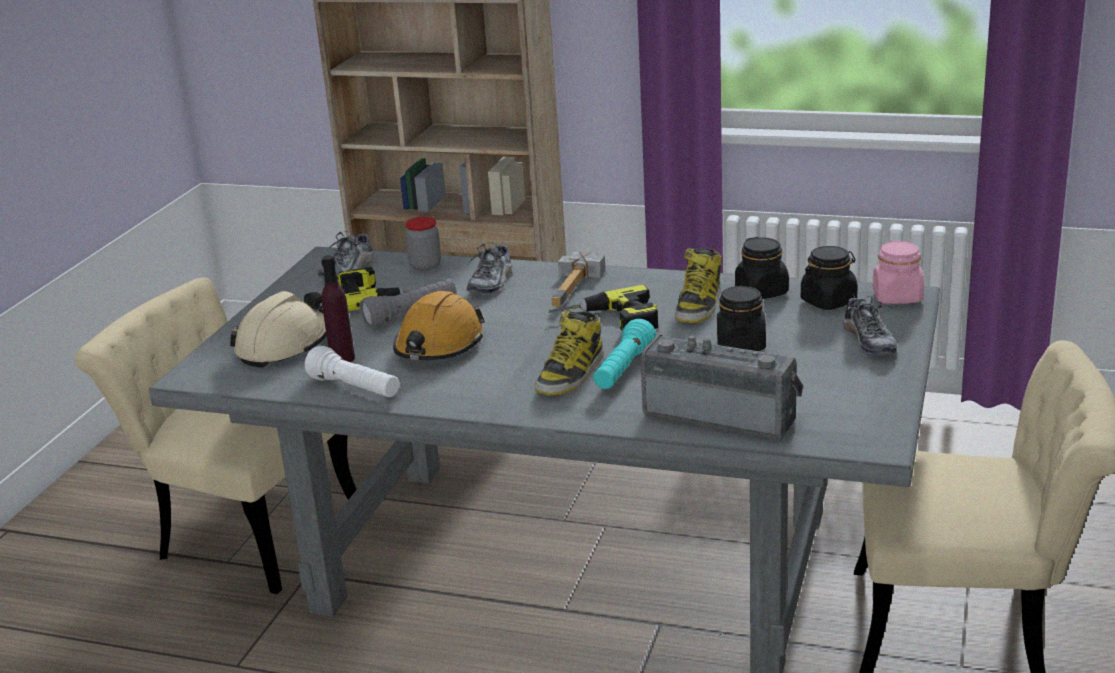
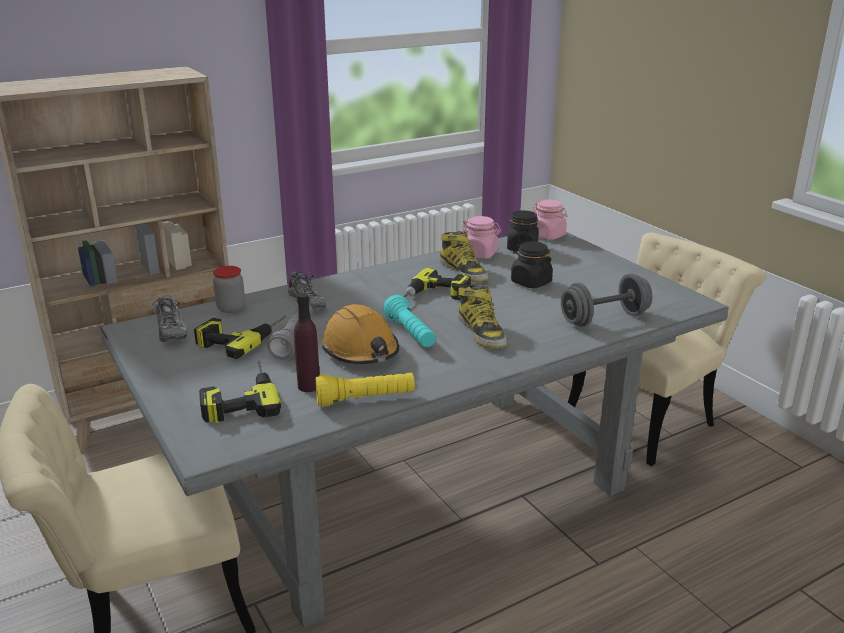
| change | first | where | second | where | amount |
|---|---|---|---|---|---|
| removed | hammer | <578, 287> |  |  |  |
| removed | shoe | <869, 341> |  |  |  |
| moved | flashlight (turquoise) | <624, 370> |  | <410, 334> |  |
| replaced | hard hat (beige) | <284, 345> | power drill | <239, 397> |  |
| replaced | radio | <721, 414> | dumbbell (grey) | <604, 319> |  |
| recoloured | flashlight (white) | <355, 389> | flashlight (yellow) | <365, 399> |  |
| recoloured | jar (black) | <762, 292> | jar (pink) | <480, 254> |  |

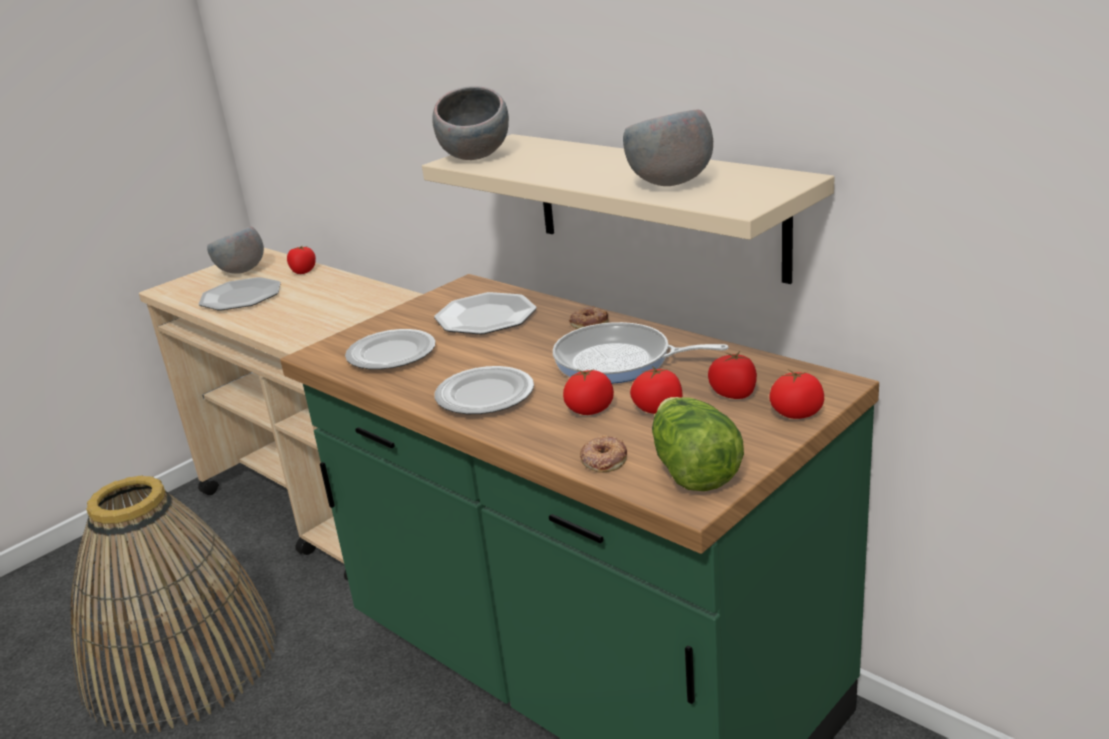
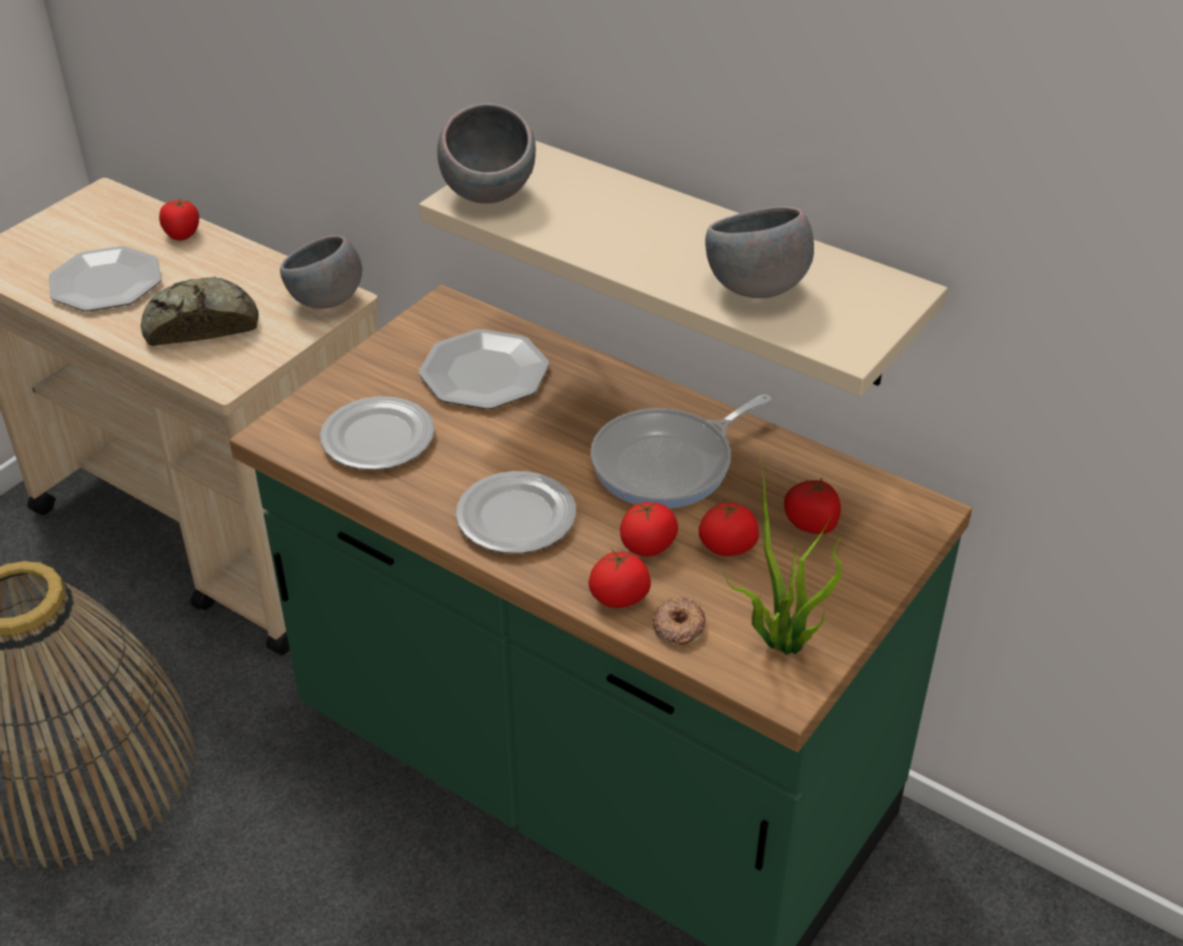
| change | first | where | second | where | amount |
|---|---|---|---|---|---|
| removed | donut | <589, 322> |  |  |  |
| added |  |  | bread | <200, 323> |  |
| moved | bowl (grey) | <241, 272> |  | <326, 302> |  |
| moved | tomato | <796, 413> |  | <619, 597> |  |
| replaced | lettuce | <692, 469> | potted plant | <779, 642> |  |
| turned | frying pan | <619, 361> |  | <669, 463> | 45 degrees counterclockwise |

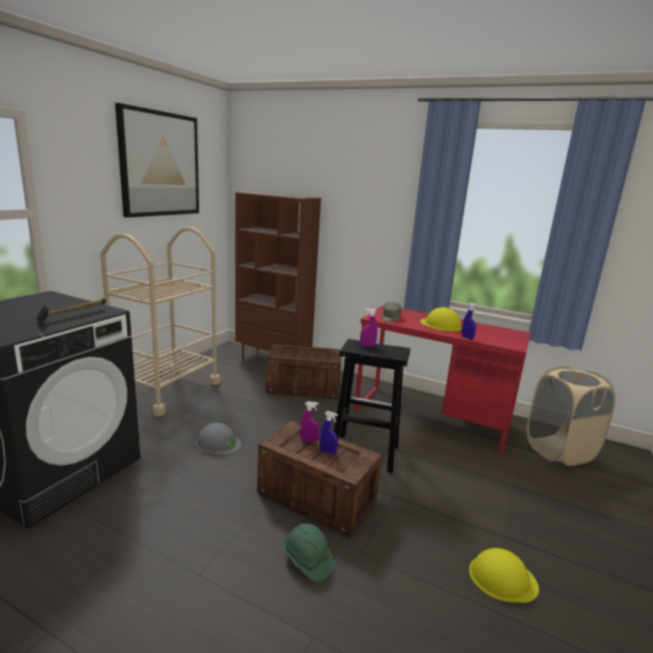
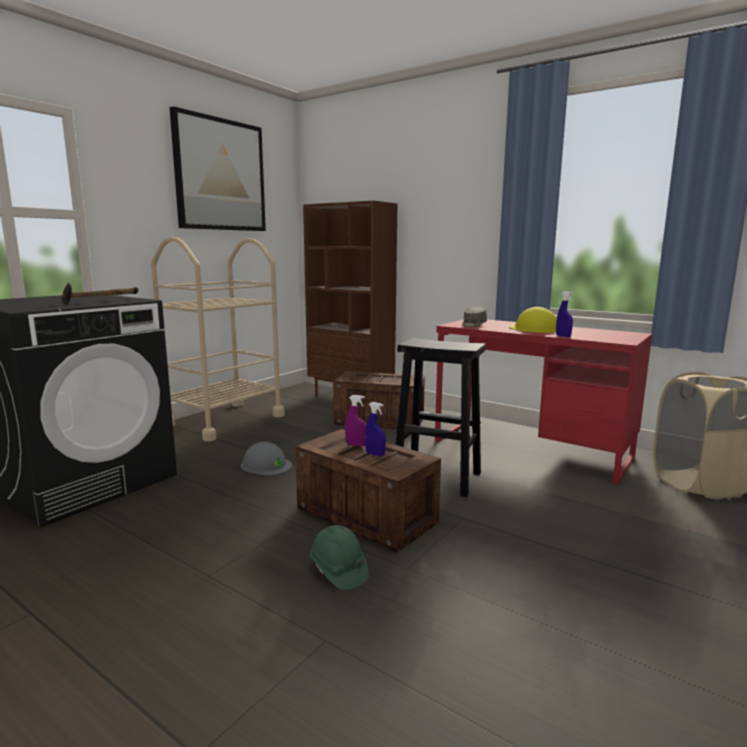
| change | first | where | second | where | amount |
|---|---|---|---|---|---|
| removed | spray bottle (purple) | <367, 345> |  |  |  |
| removed | hard hat (yellow) | <502, 578> |  |  |  |

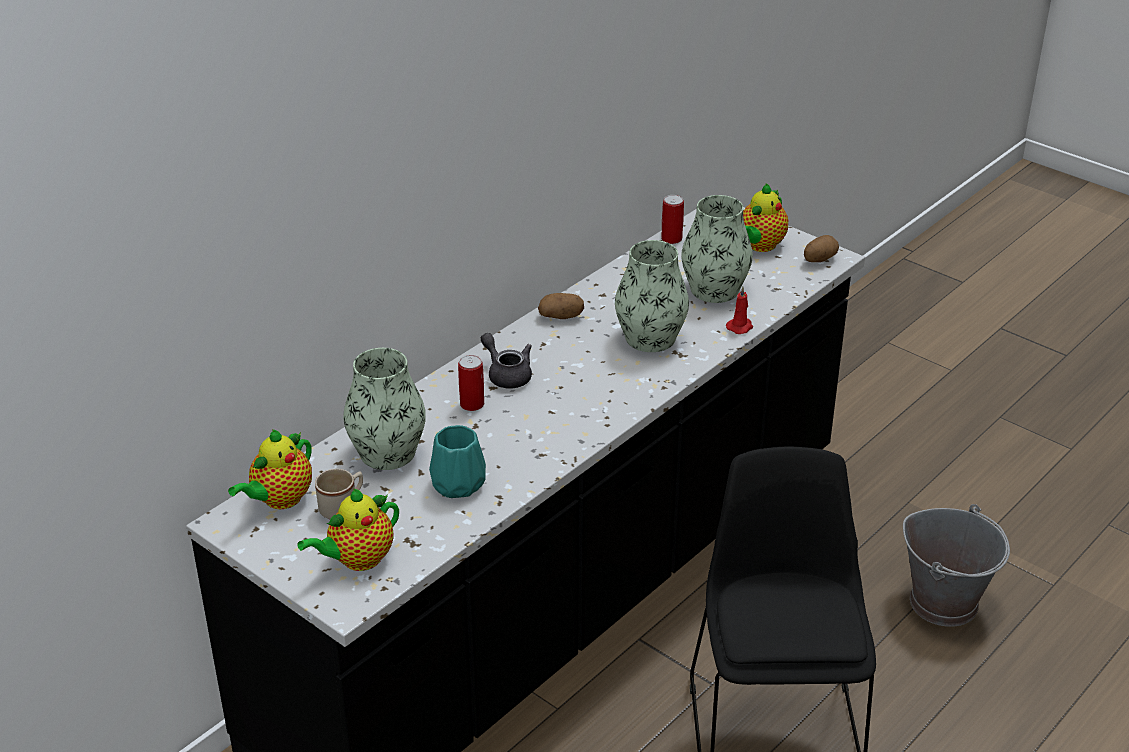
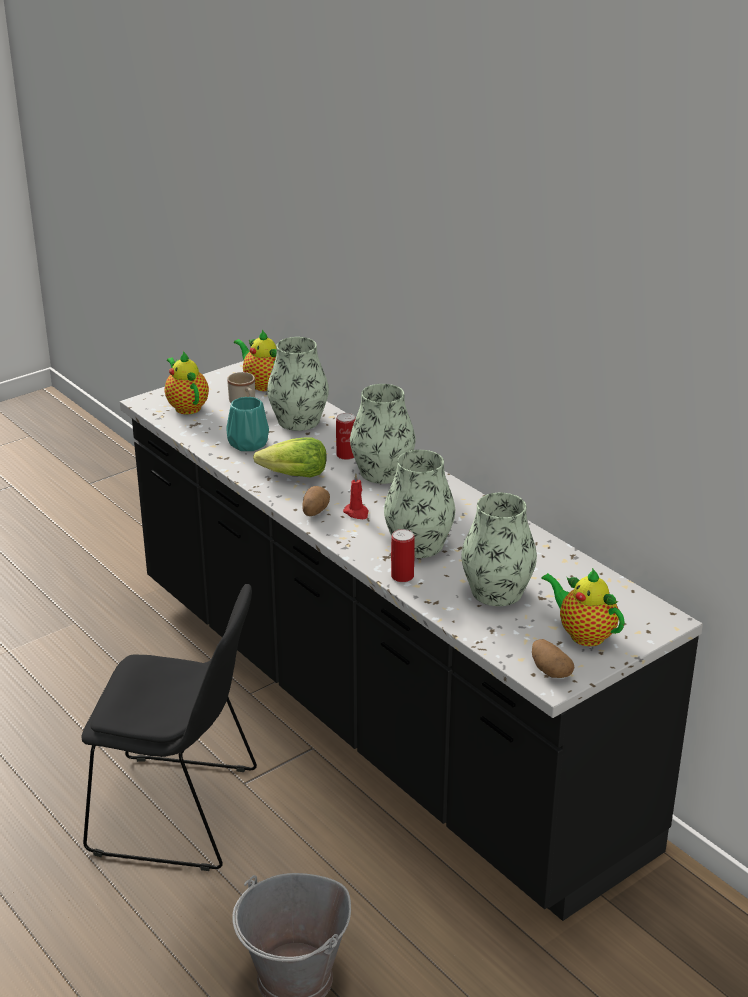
| change | first | where | second | where | amount |
|---|---|---|---|---|---|
| added |  |  | lettuce | <294, 476> |  |
| moved | potato | <561, 316> |  | <314, 511> |  |
| moved | can | <671, 239> |  | <402, 576> |  |
| moved | candle (red) | <740, 327> |  | <357, 513> |  |
| replaced | teapot (grey) | <507, 374> | vase | <382, 472> |  |

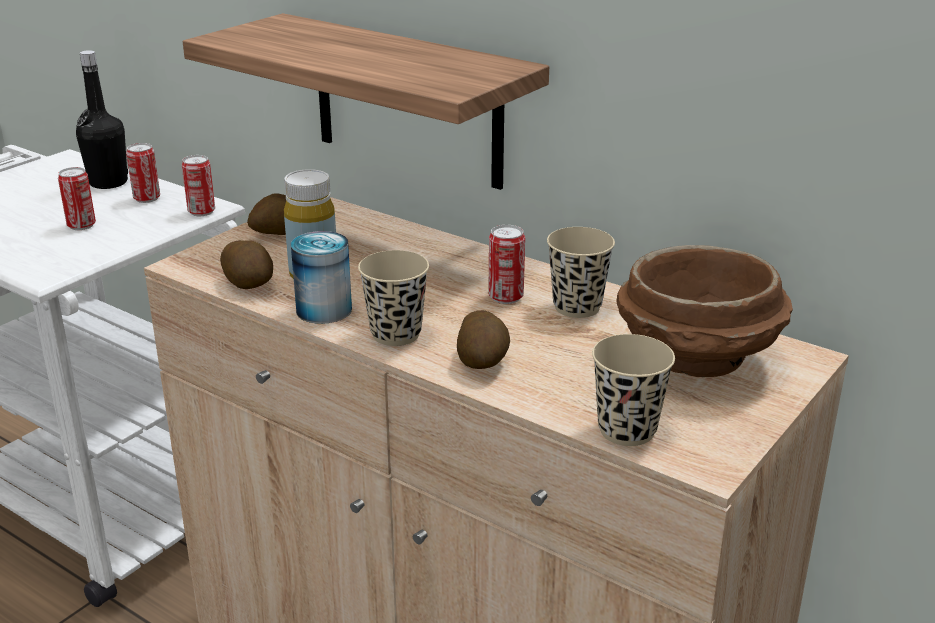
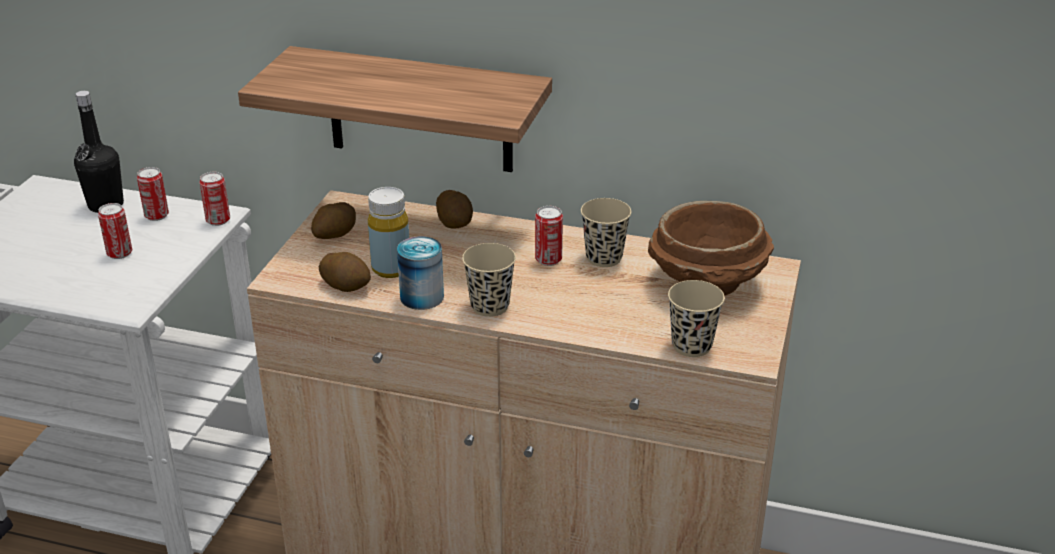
| change | first | where | second | where | amount |
|---|---|---|---|---|---|
| moved | potato | <483, 361> |  | <455, 223> |  |

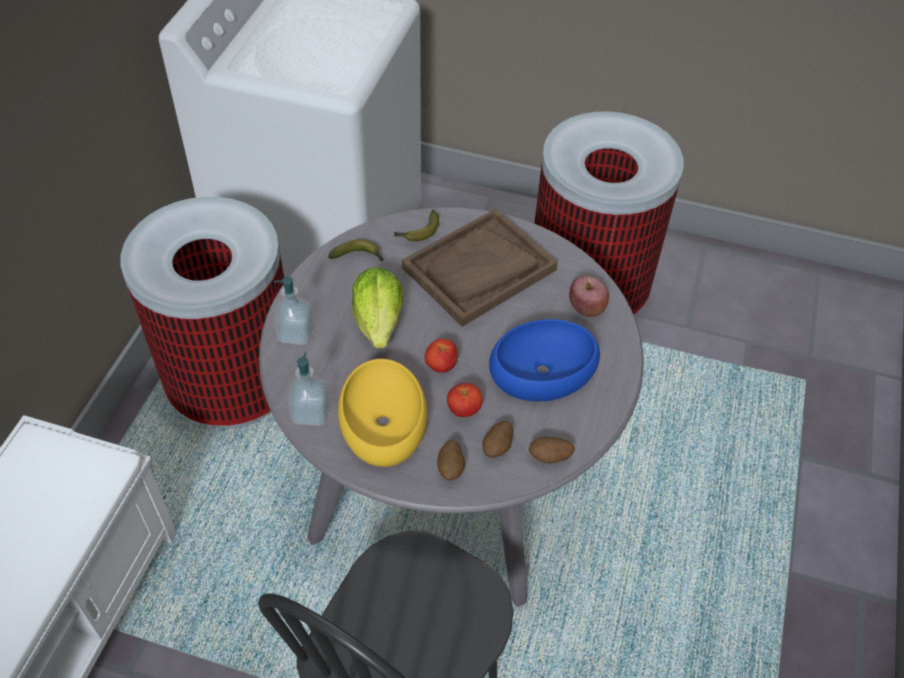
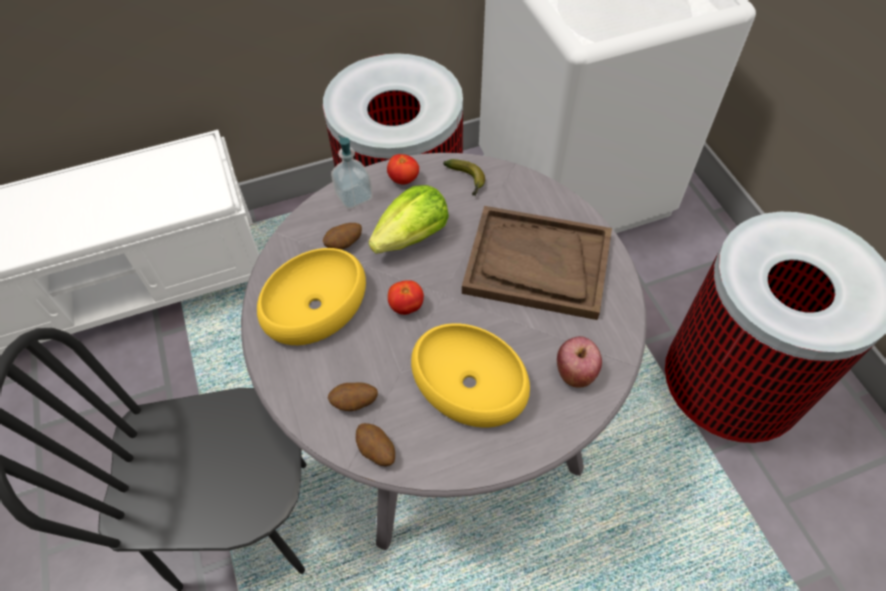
| change | first | where | second | where | amount |
|---|---|---|---|---|---|
| removed | soap dispenser | <311, 413> |  |  |  |
| removed | banana | <418, 232> |  |  |  |
| moved | potato | <451, 468> |  | <344, 244> |  |
| moved | tomato | <464, 409> |  | <403, 179> |  |
| recoloured | bowl (blue) | <543, 369> | bowl (yellow) | <470, 383> |  |

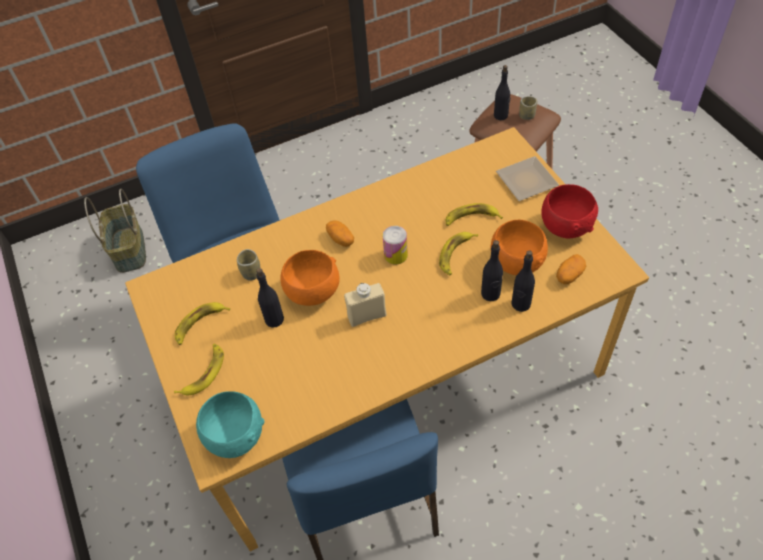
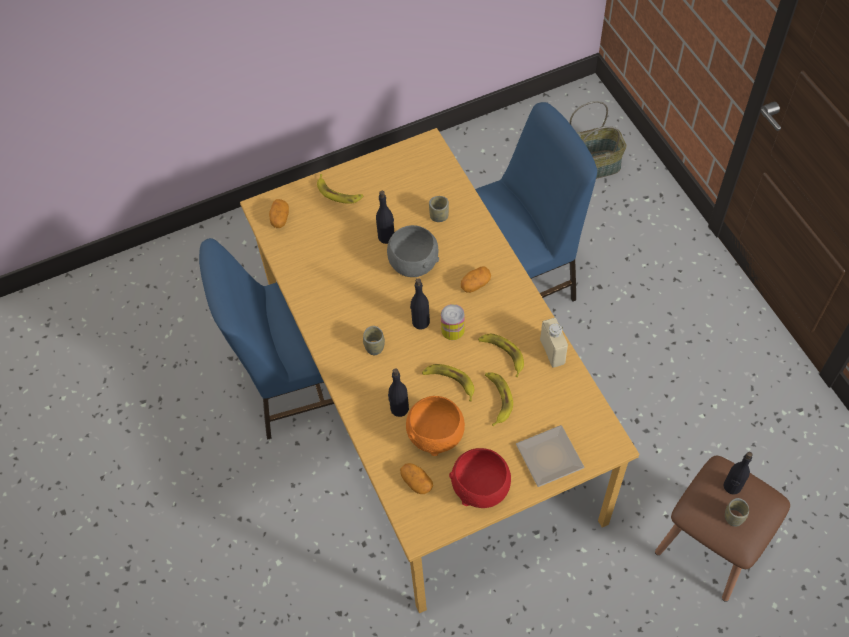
| change | first | where | second | where | amount |
|---|---|---|---|---|---|
| added |  |  | cup | <374, 347> |  |
| moved | banana | <200, 324> |  | <502, 354> |  |
| moved | bottle (beige) | <367, 316> |  | <552, 351> |  |
| moved | bottle (black) | <520, 304> |  | <420, 322> |  |
| replaced | bowl (turquoise) | <235, 435> | potato | <280, 218> |  |
| recoloured | bowl (orange) | <312, 292> | bowl (grey) | <413, 263> |  |

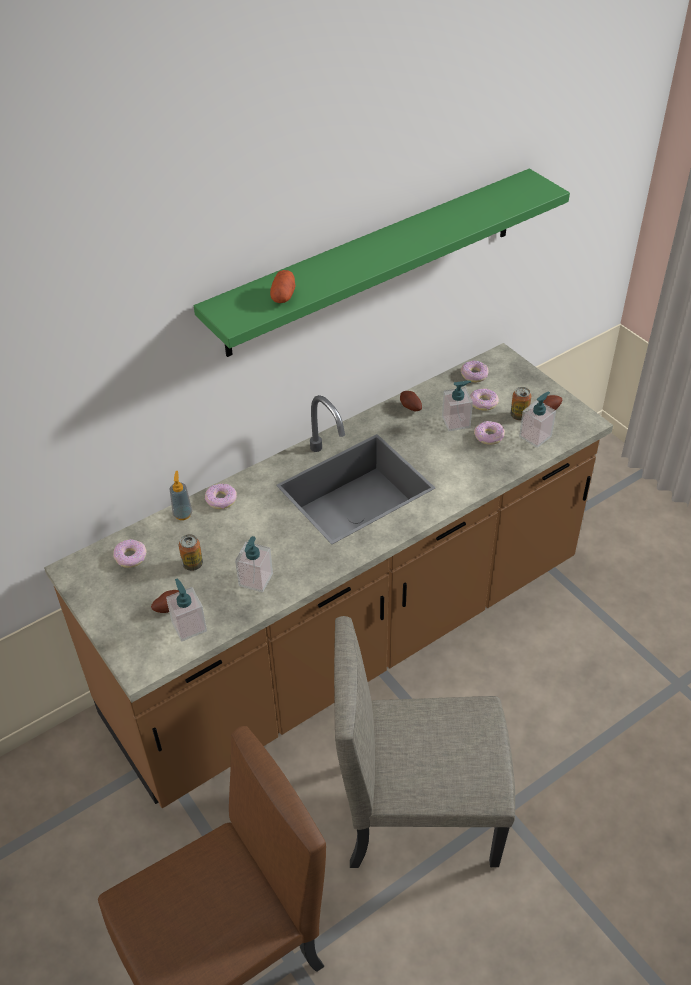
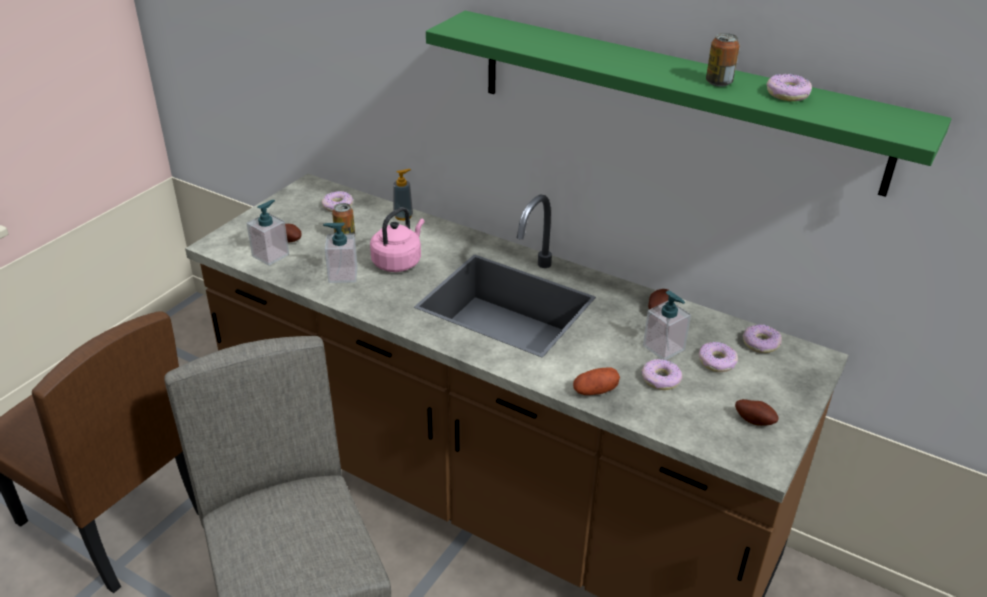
| change | first | where | second | where | amount |
|---|---|---|---|---|---|
| removed | soap dispenser | <535, 436> |  |  |  |
| added |  |  | kettle (pink) | <398, 262> |  |
| moved | donut | <221, 500> |  | <787, 94> |  |
| moved | potato | <283, 296> |  | <595, 391> |  |
| moved | can | <519, 415> |  | <719, 82> |  |

